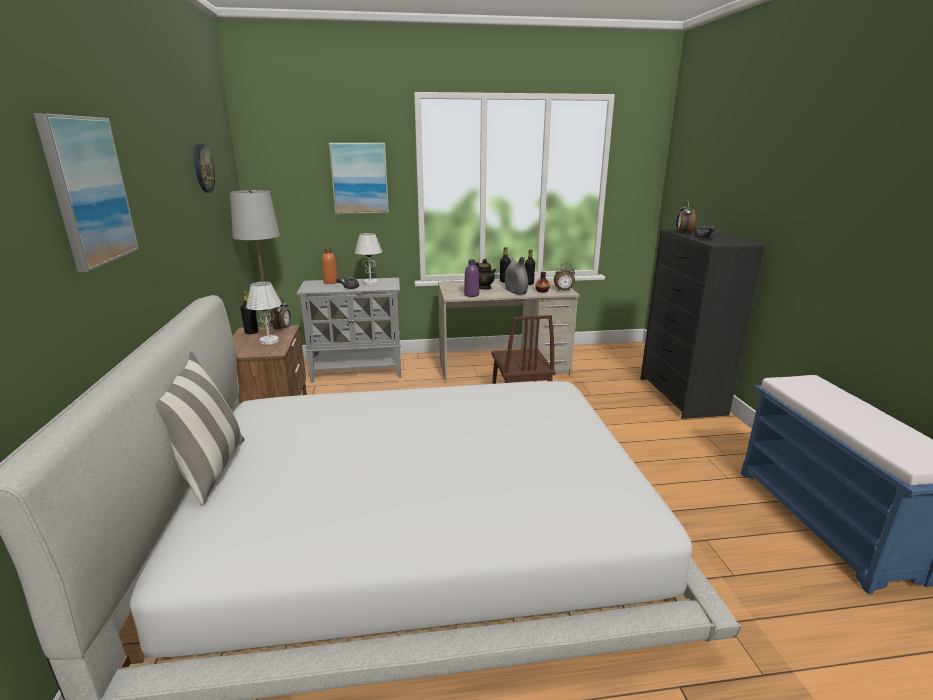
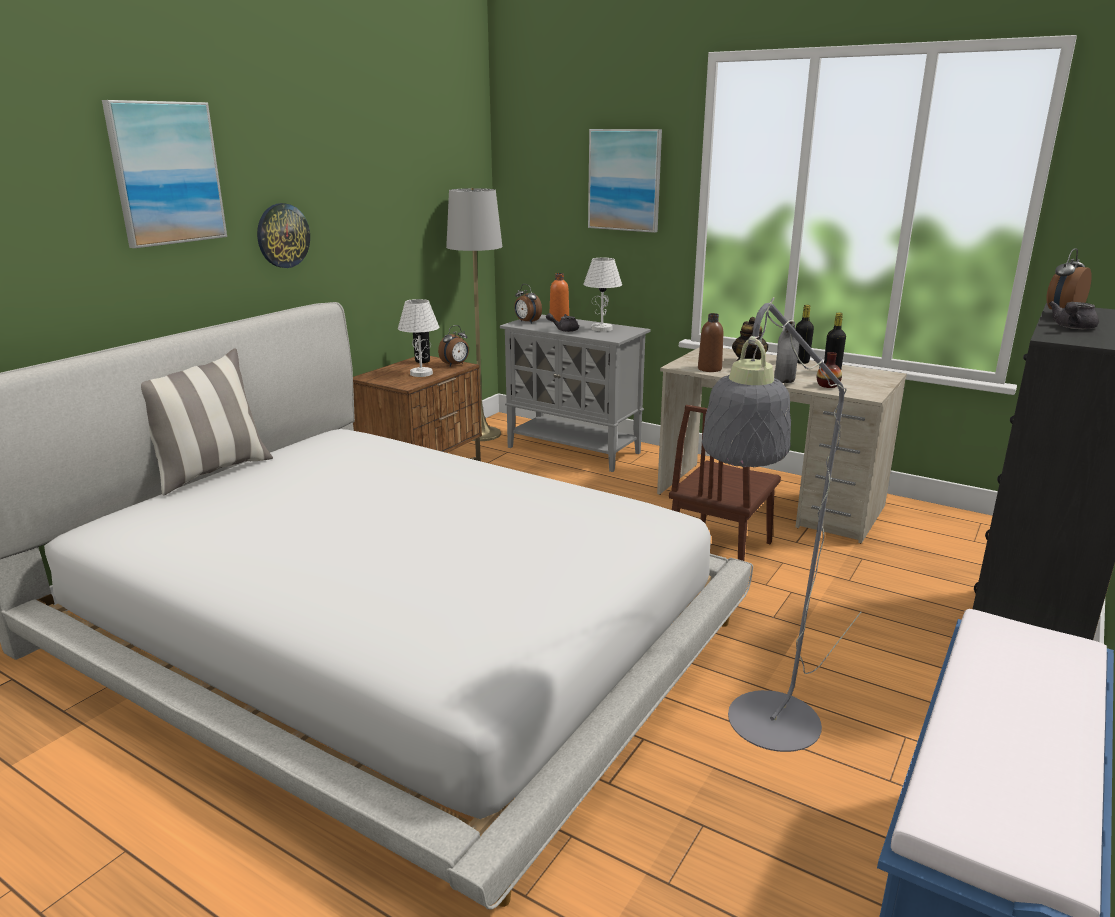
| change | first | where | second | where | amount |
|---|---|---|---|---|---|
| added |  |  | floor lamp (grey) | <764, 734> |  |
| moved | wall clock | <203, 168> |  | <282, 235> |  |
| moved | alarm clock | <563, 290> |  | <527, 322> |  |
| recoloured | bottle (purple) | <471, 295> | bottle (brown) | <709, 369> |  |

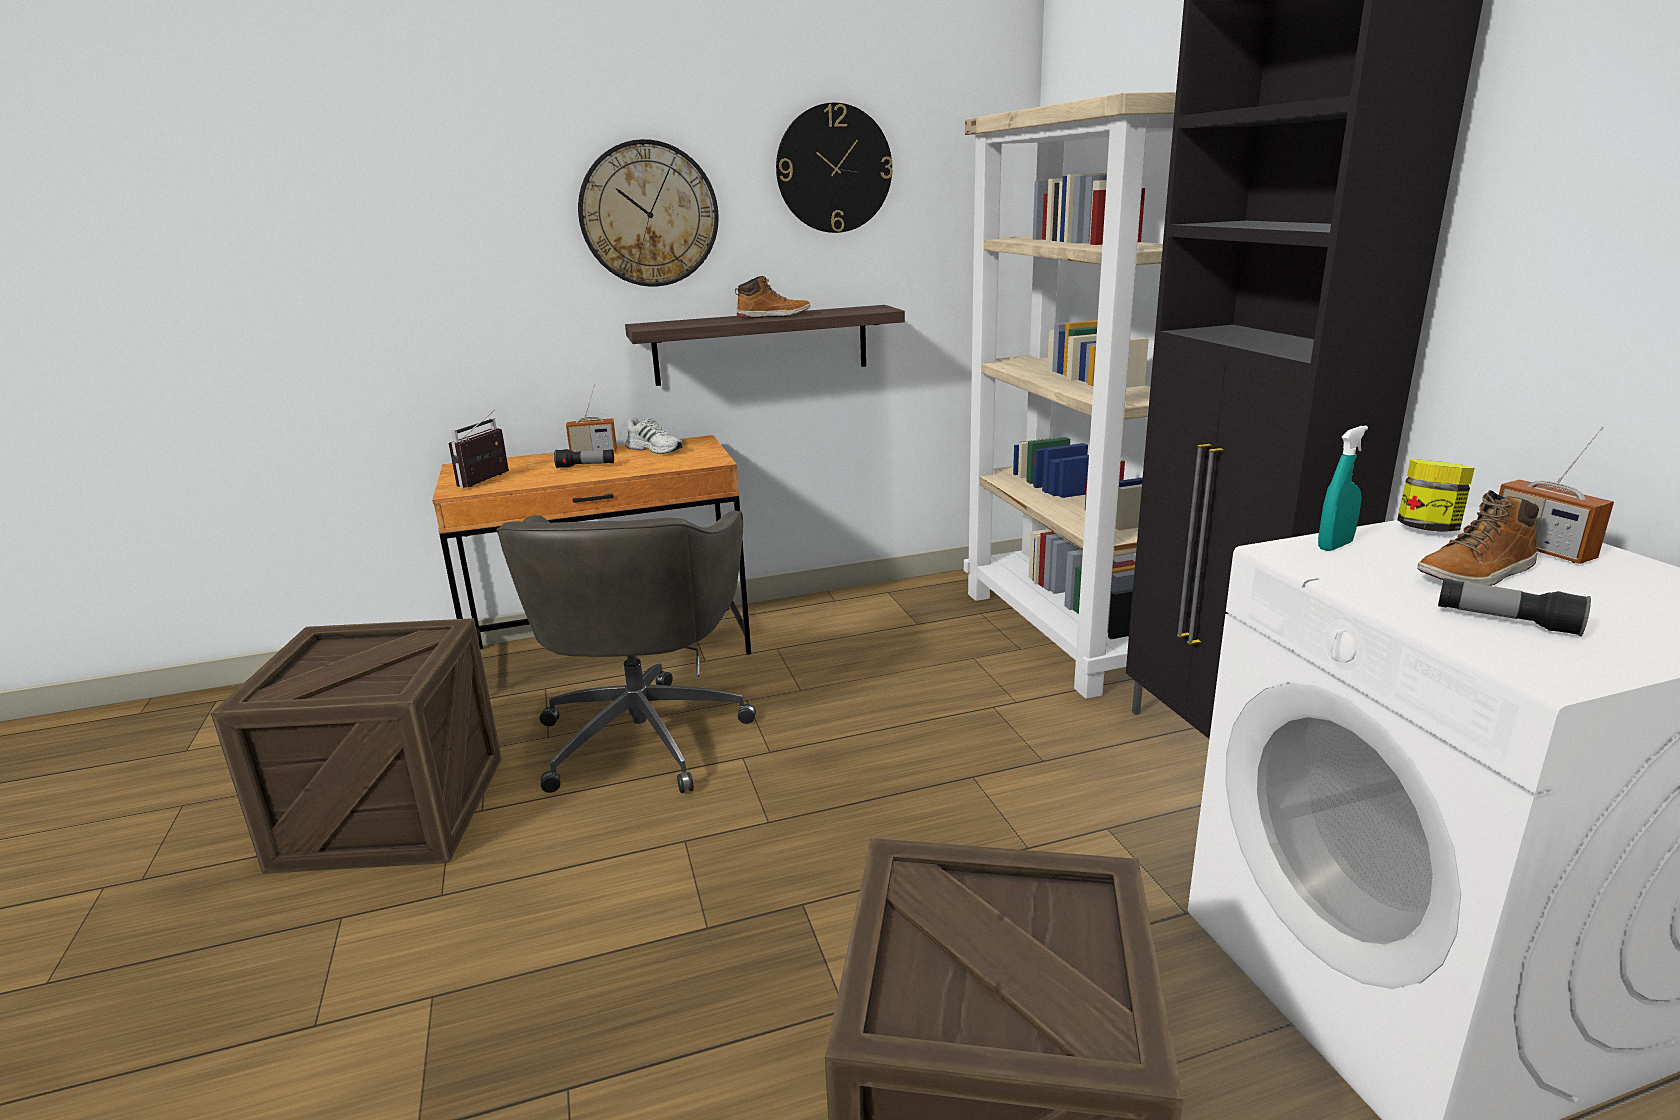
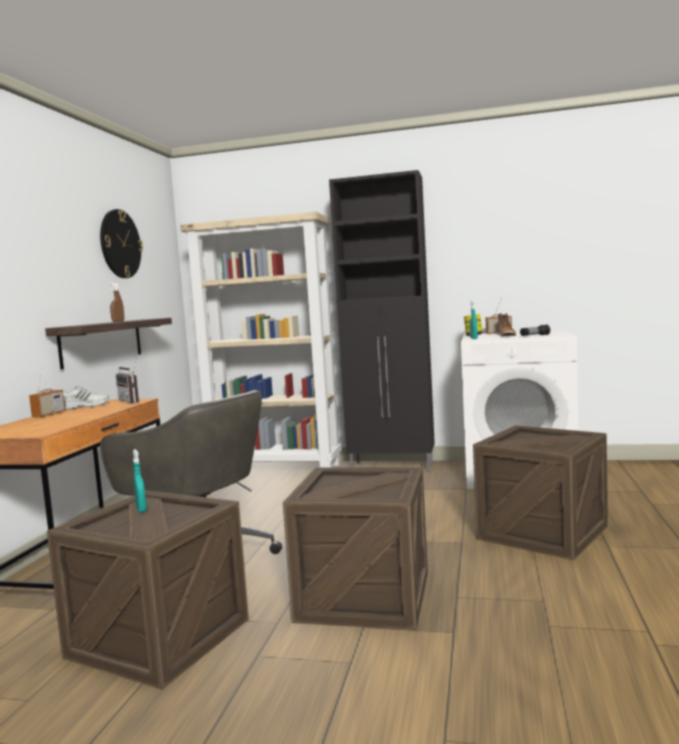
| change | first | where | second | where | amount |
|---|---|---|---|---|---|
| removed | flashlight | <585, 466> |  |  |  |
| removed | wall clock | <649, 214> |  |  |  |
| added |  |  | spray bottle (turquoise) | <141, 509> |  |
| added |  |  | crate | <364, 596> |  |
| moved | radio | <489, 481> |  | <133, 401> |  |
| replaced | boot | <773, 316> | spray bottle (brown) | <118, 321> |  |

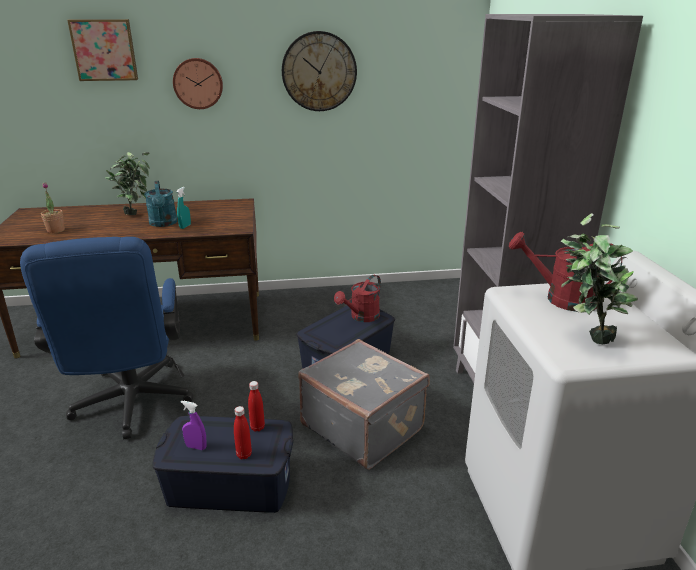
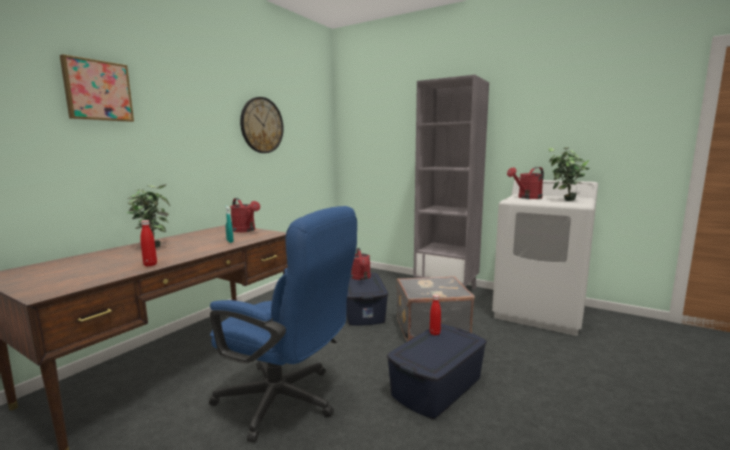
| change | first | where | second | where | amount |
|---|---|---|---|---|---|
| removed | potted plant | <56, 230> |  |  |  |
| removed | watering can (turquoise) | <163, 224> |  |  |  |
| removed | wall clock | <198, 83> |  |  |  |
| removed | spray bottle (purple) | <196, 447> |  |  |  |
| added |  |  | watering can (red) | <246, 230> |  |
| moved | bottle (red) | <244, 455> |  | <150, 265> |  |

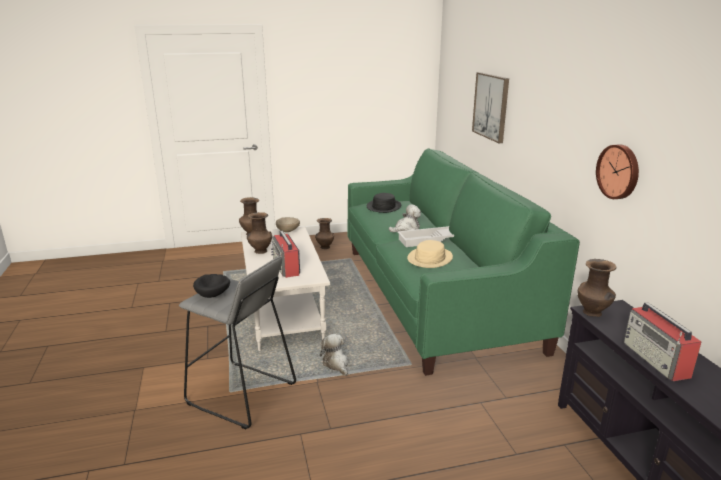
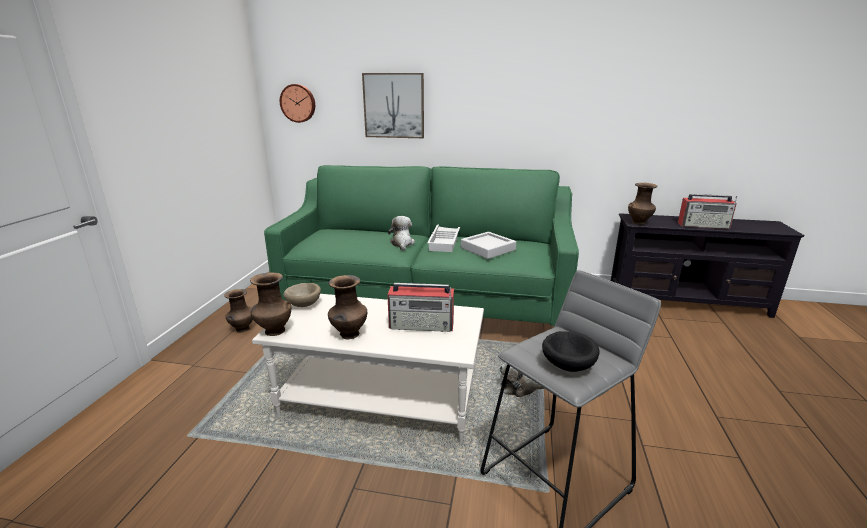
| change | first | where | second | where | amount |
|---|---|---|---|---|---|
| removed | hat (black) | <383, 206> |  |  |  |
| moved | wall clock | <619, 171> |  | <298, 103> |  |
| replaced | hat (beige) | <430, 258> | tray (grey) | <488, 249> |  |

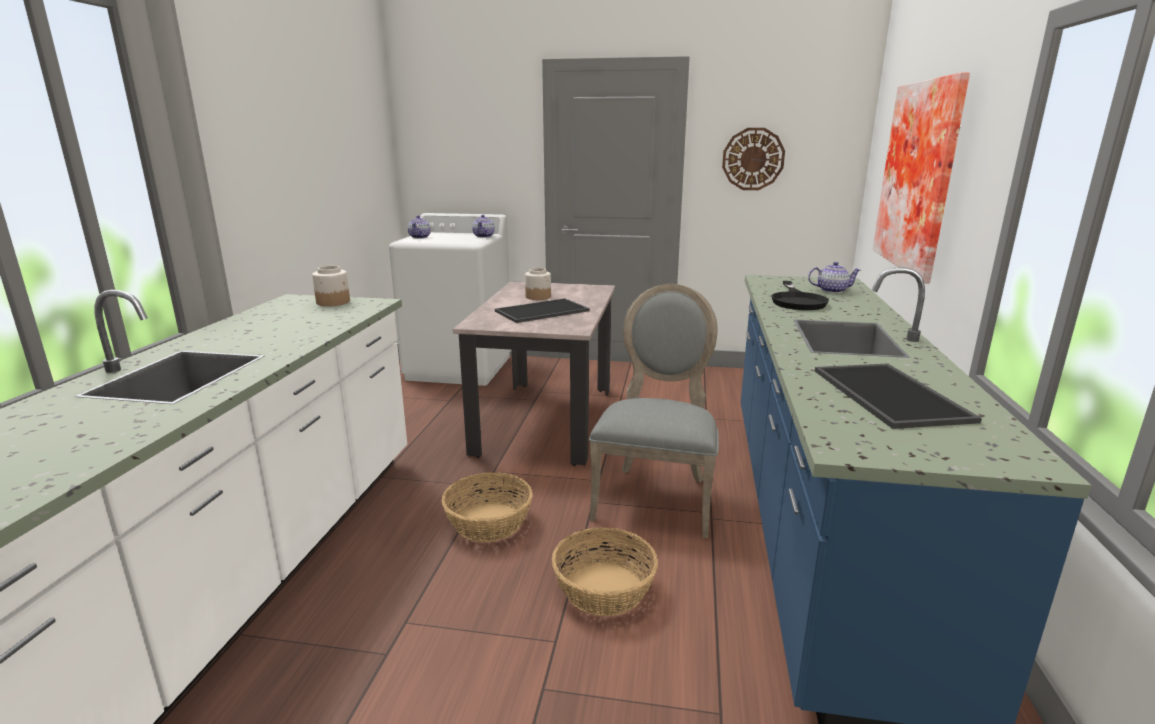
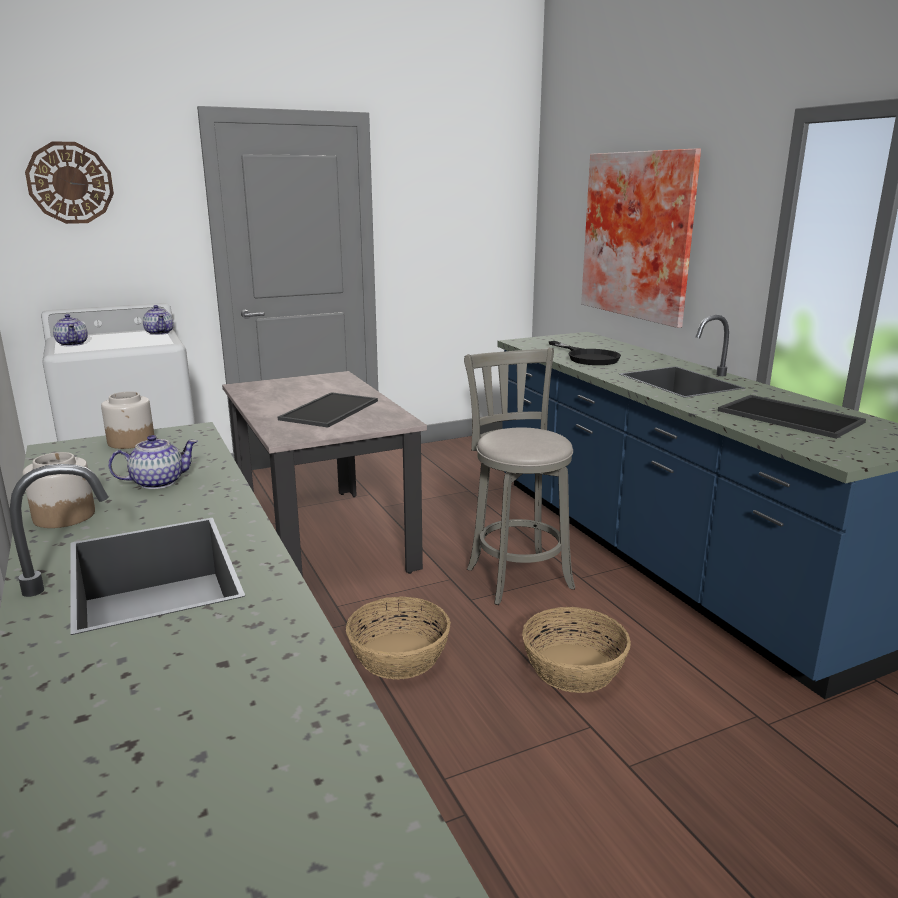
| change | first | where | second | where | amount |
|---|---|---|---|---|---|
| moved | jar | <538, 297> |  | <64, 516> |  |
| moved | wall clock | <753, 159> |  | <70, 183> |  |
| moved | teapot | <831, 290> |  | <157, 482> |  |
| replaced | chair (grey) | <656, 496> | stool (grey) | <517, 575> |  |

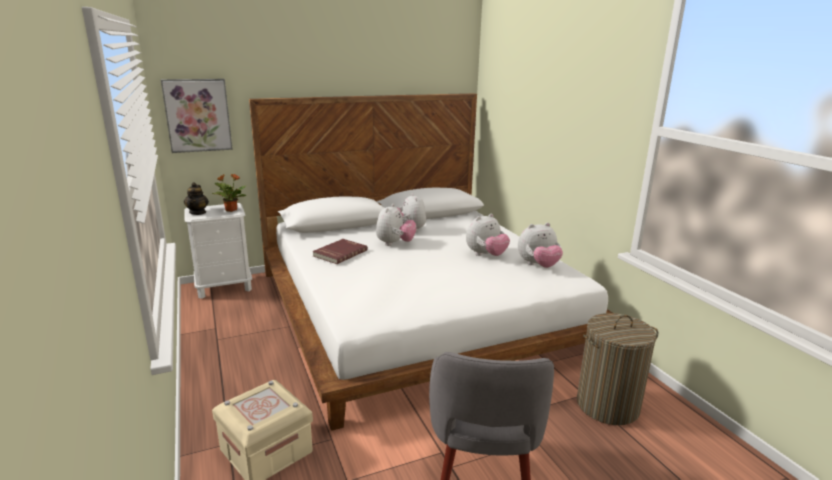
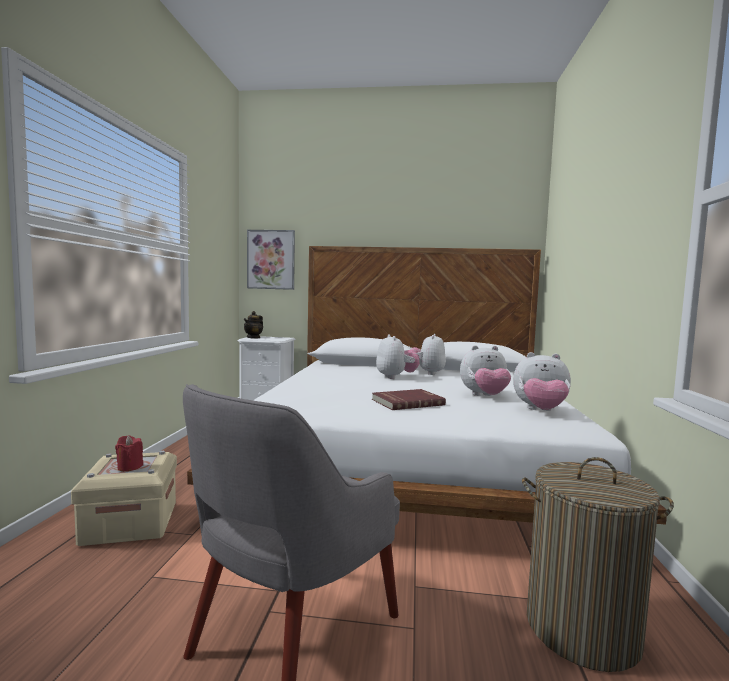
| change | first | where | second | where | amount |
|---|---|---|---|---|---|
| removed | potted plant | <231, 210> |  |  |  |
| added |  |  | candle (red) | <129, 467> |  |
| moved | book (red) | <339, 253> |  | <407, 402> |  |
| turned | plush toy | <395, 244> |  | <395, 377> | 60 degrees counterclockwise |

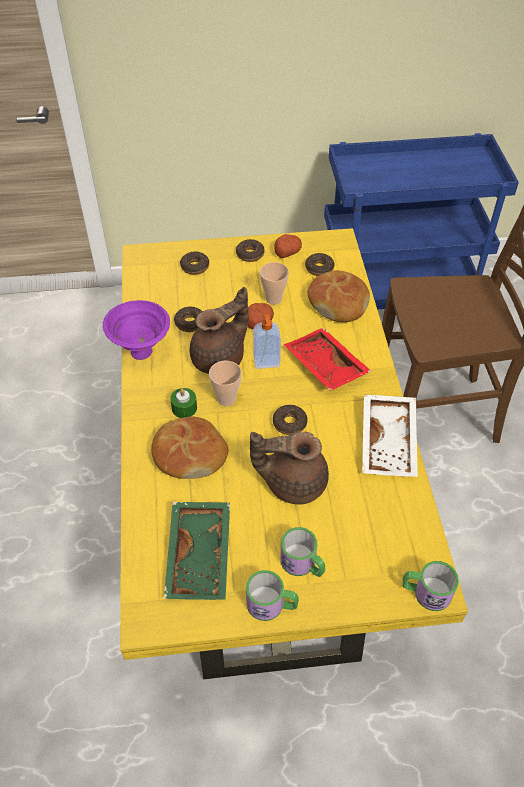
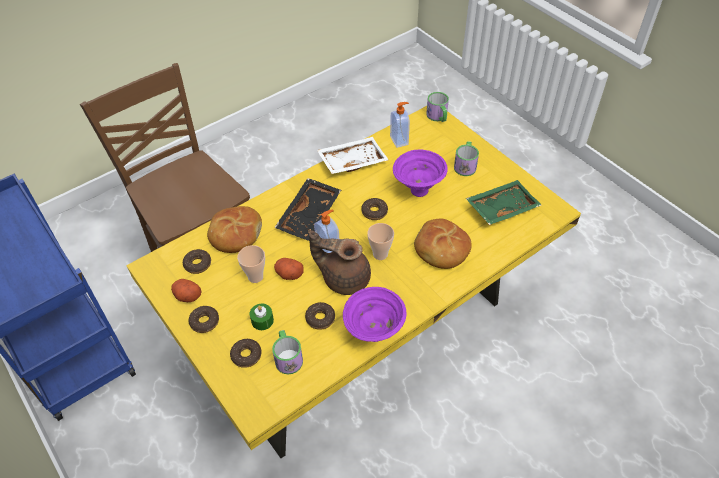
| change | first | where | second | where | amount |
|---|---|---|---|---|---|
| added |  |  | soap dispenser | <399, 140> |  |
| moved | candle (green) | <184, 408> |  | <262, 320> |  |
| moved | mug | <272, 605> |  | <287, 357> |  |
| replaced | teapot (brown) | <292, 482> | bowl (purple) | <418, 191> |  |
| recoloured | tray (red) | <324, 367> | tray (black) | <310, 216> |  |

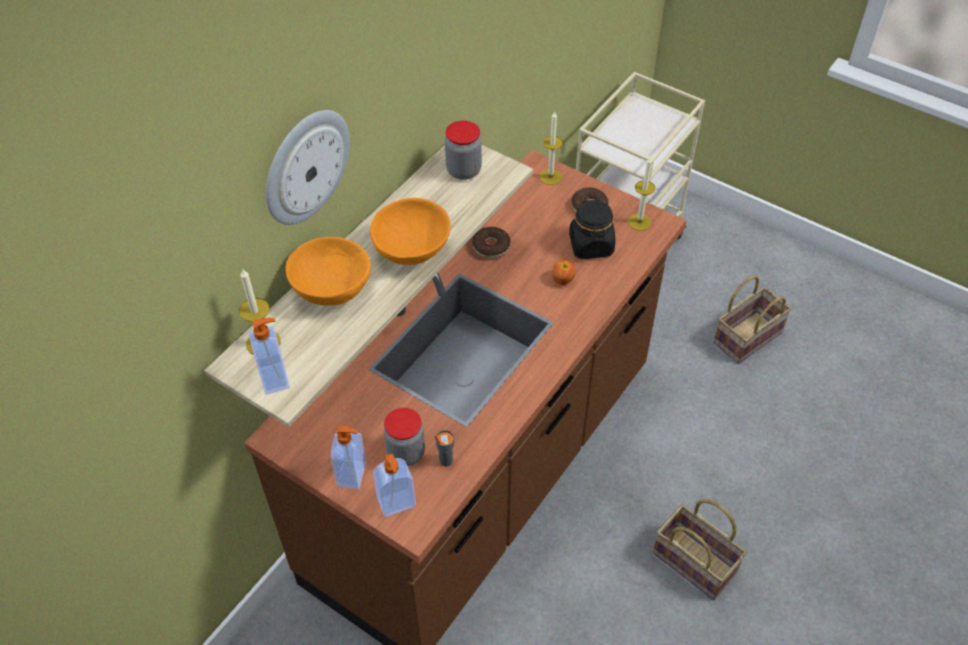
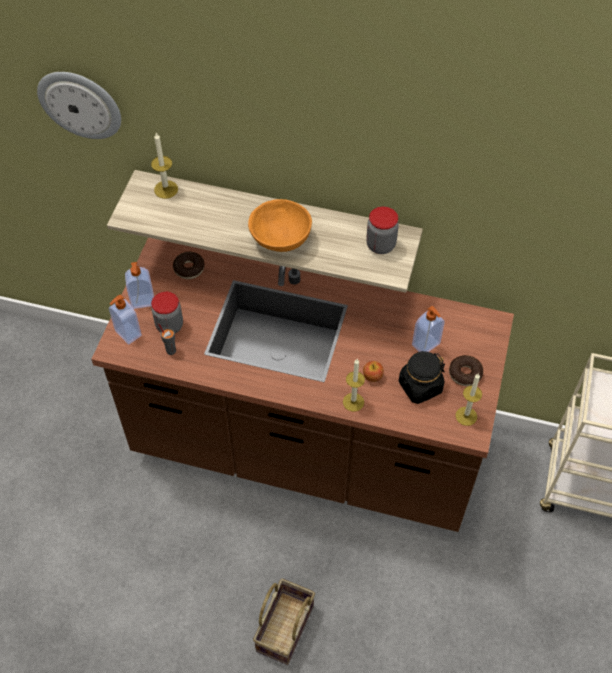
| change | first | where | second | where | amount |
|---|---|---|---|---|---|
| removed | bowl (orange) | <332, 289> |  |  |  |
| removed | basket | <747, 336> |  |  |  |
| moved | soap dispenser | <275, 378> |  | <426, 345> |  |
| moved | wall clock | <305, 166> |  | <80, 104> |  |
| moved | donut | <491, 247> |  | <189, 268> |  |
| moved | candle | <550, 177> |  | <353, 402> |  |

